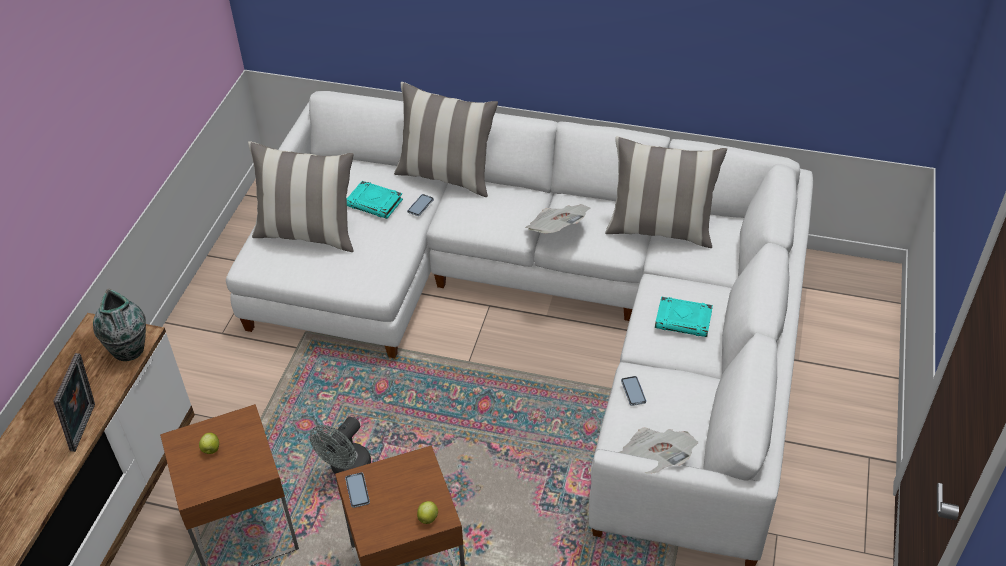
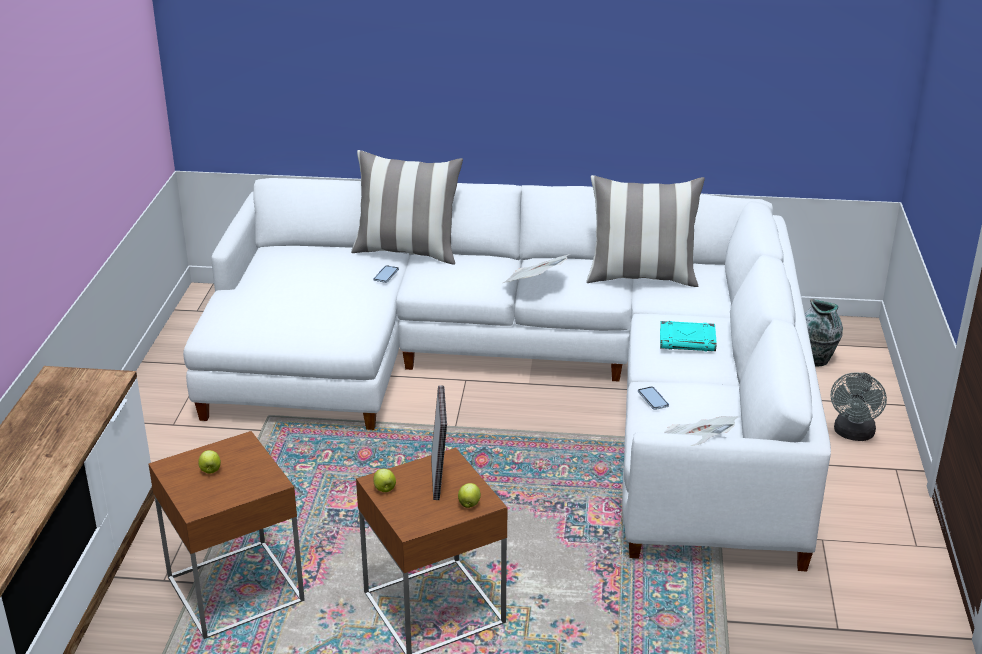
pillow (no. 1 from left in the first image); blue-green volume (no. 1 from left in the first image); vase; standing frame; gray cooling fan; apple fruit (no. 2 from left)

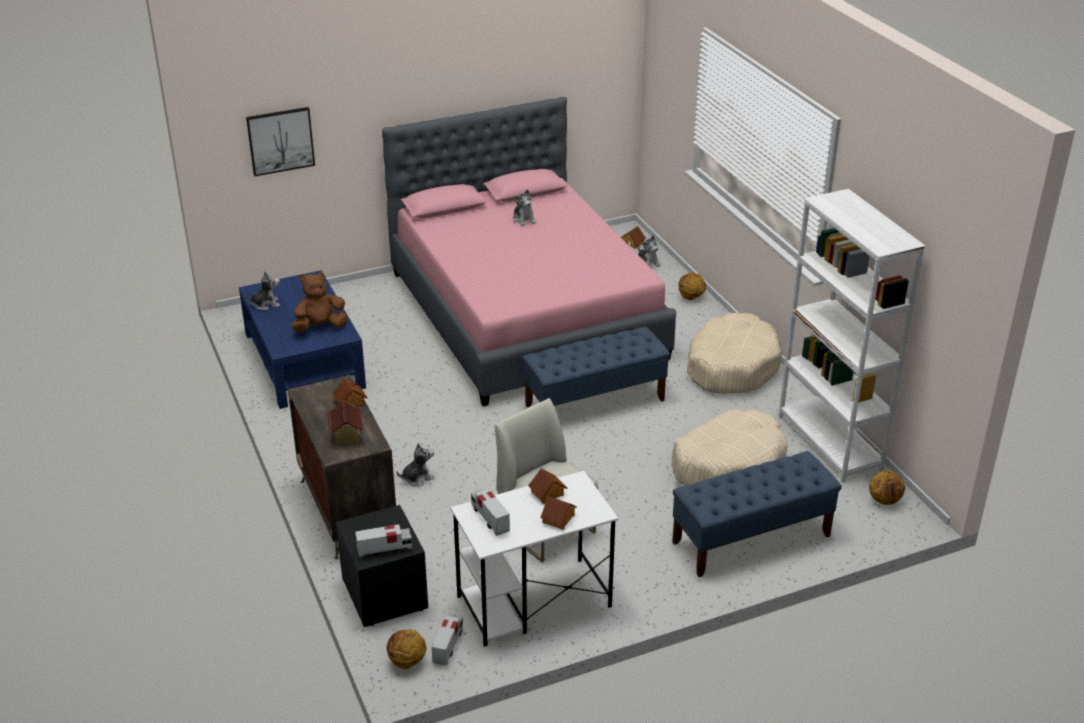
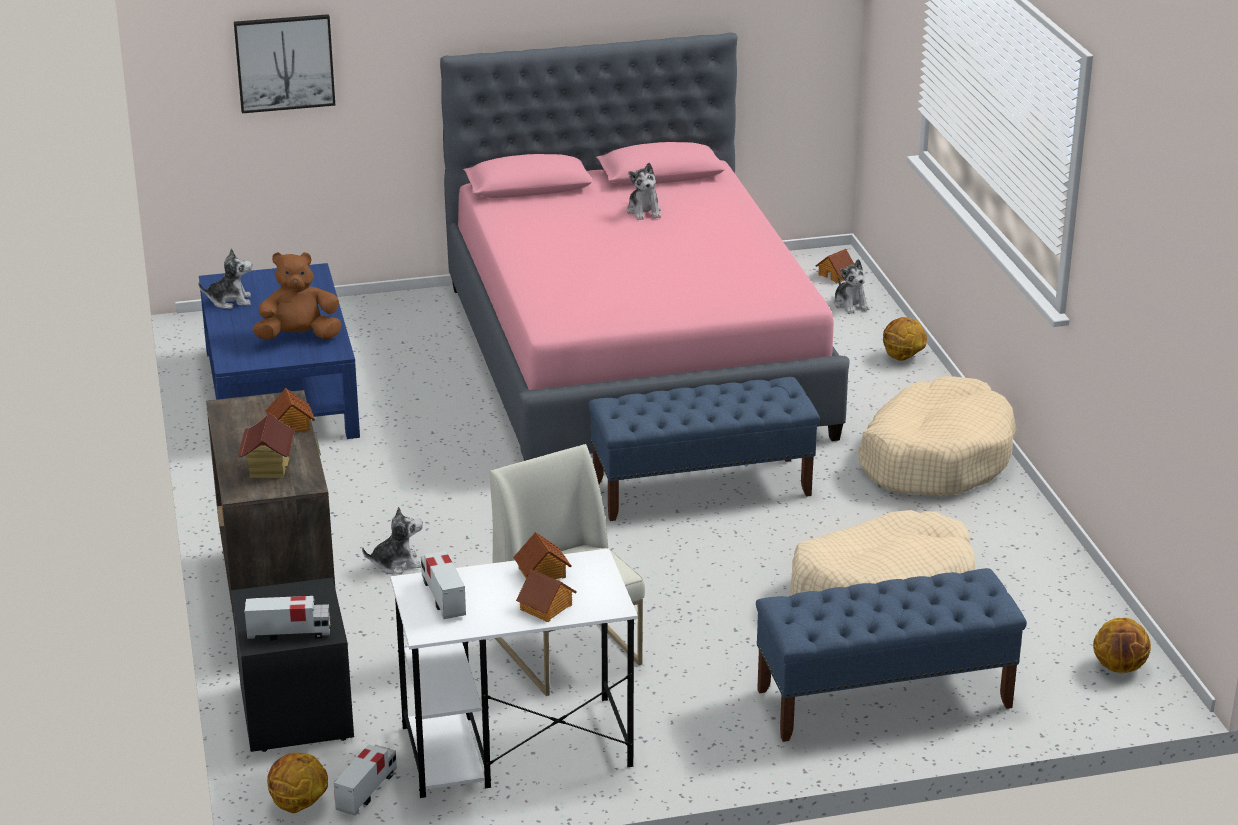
whitish bookcase

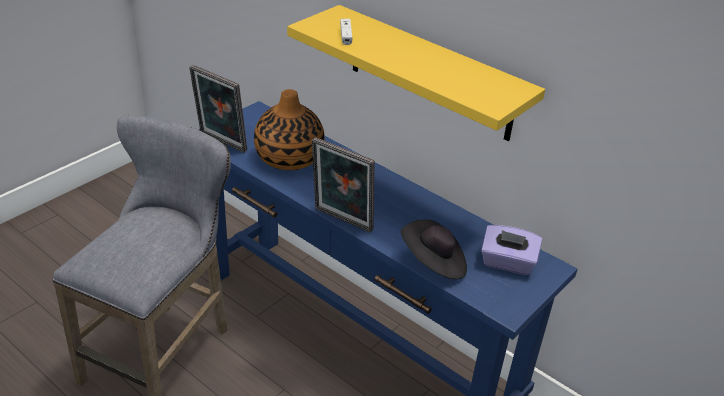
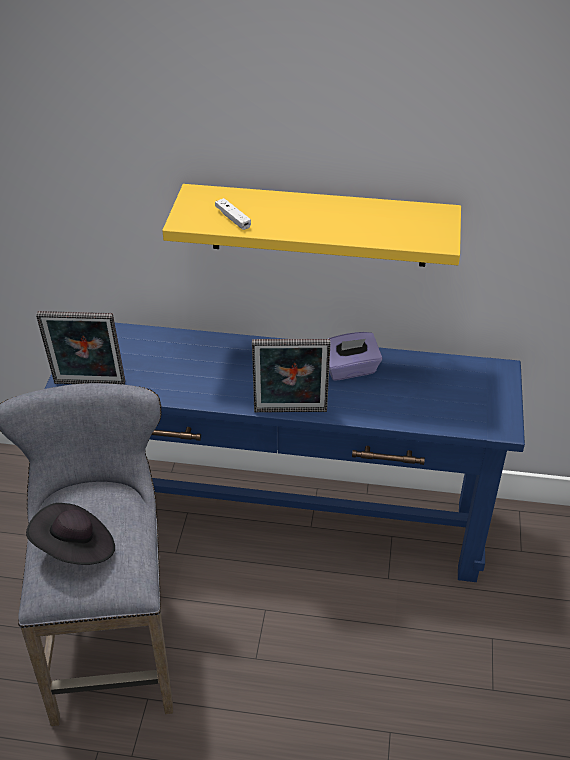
vase; black clothing hat; purple-coloured box of tissues

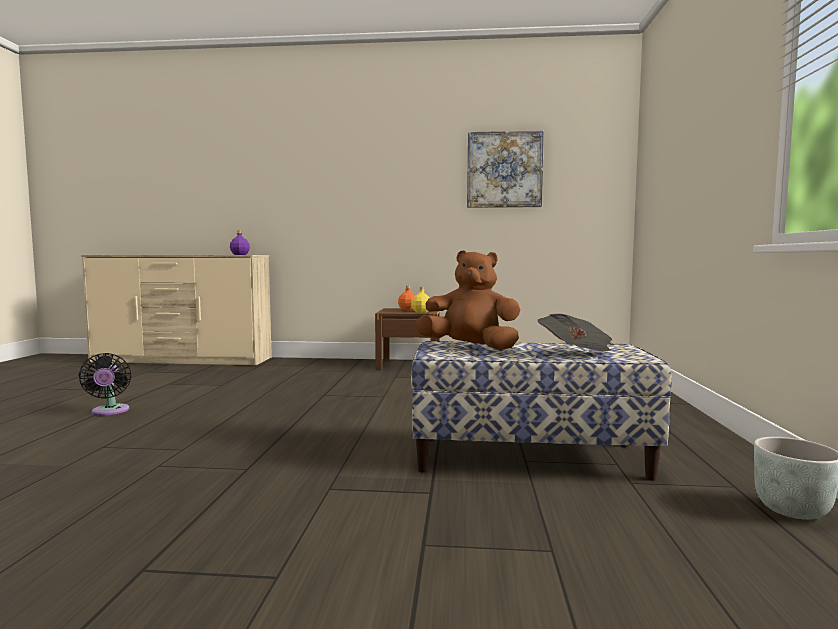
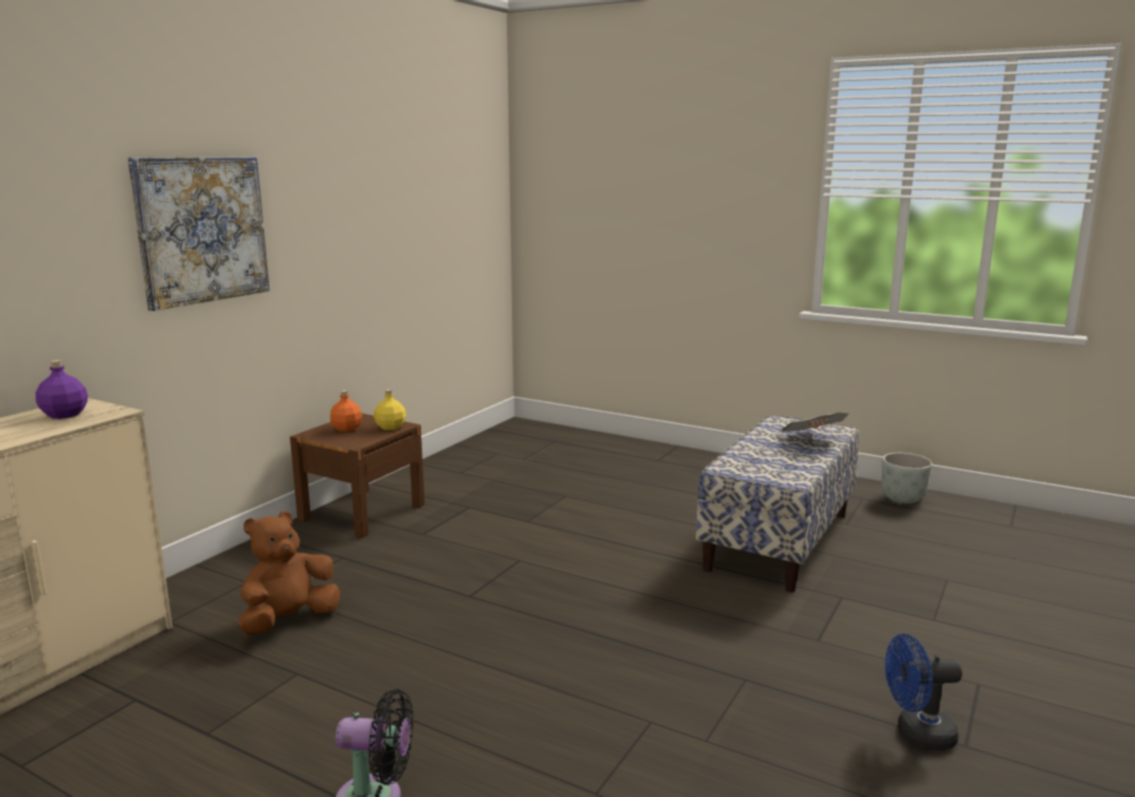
wall art; brown cuddly toy; blue-coloured cooling fan

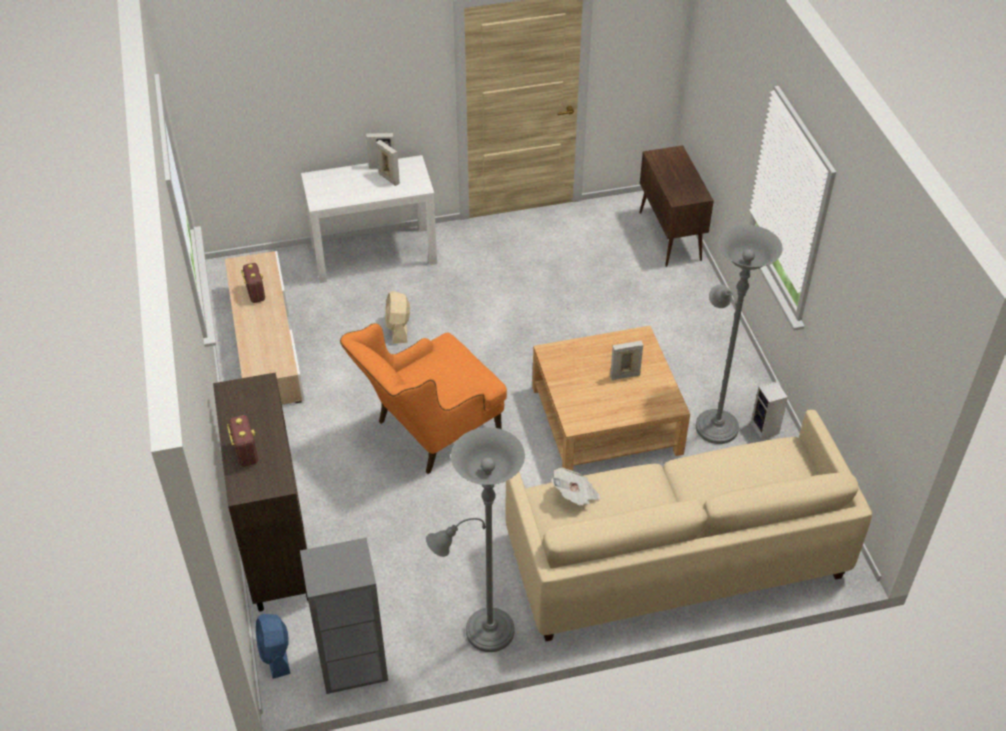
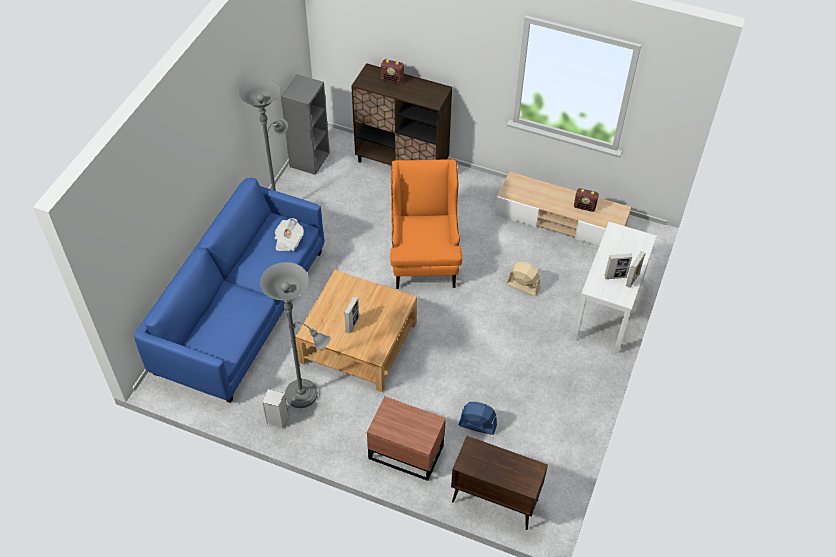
blue-coloured couch; blue-coloured cooling fan; brown night table

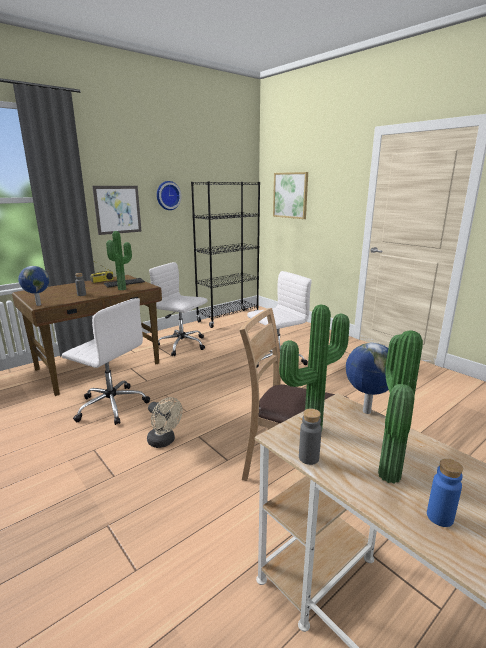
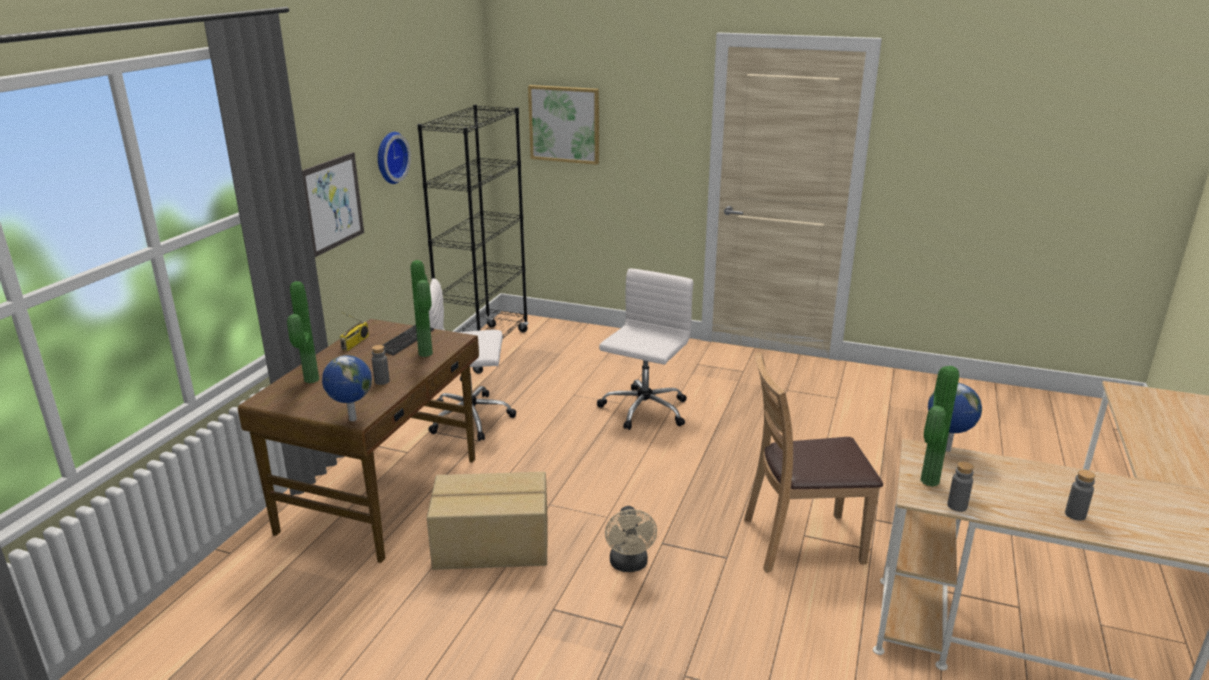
packing box; potted plant (no. 1 from left); beige-coloured cooling fan; gray drink bottle (no. 3 from left)

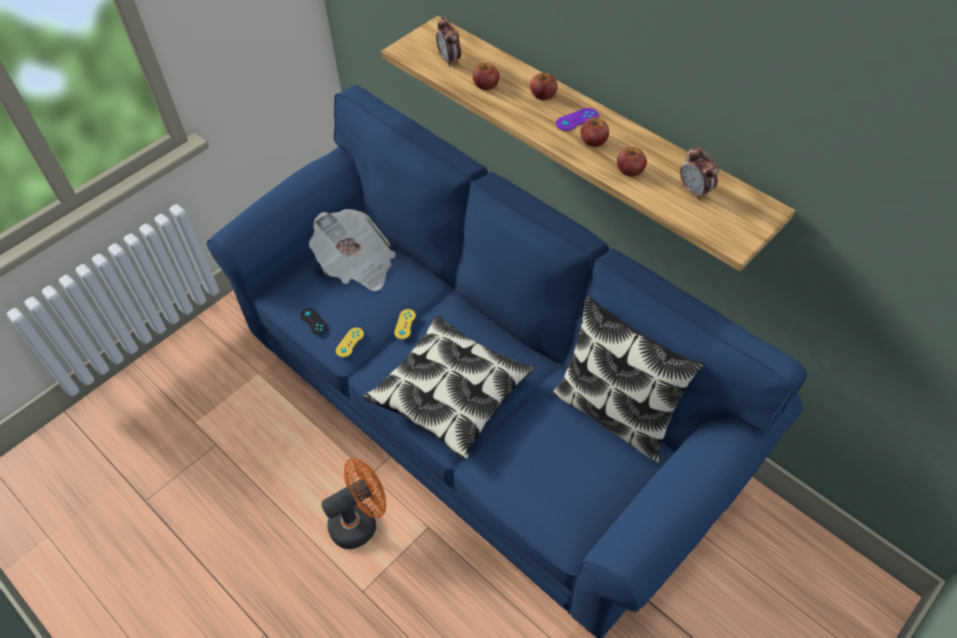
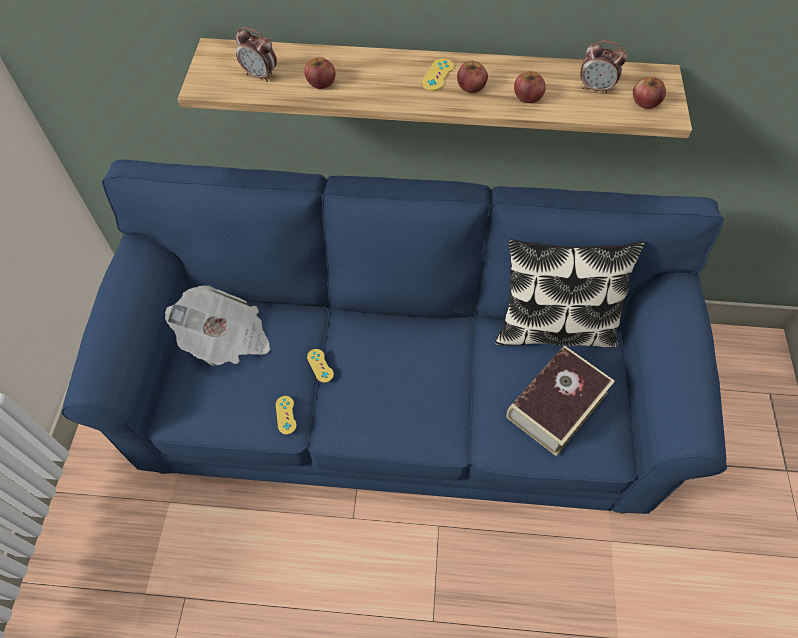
apple fruit (no. 4 from left); yellow-coloured joypad (no. 3 from left); black joypad; pillow (no. 1 from left in the first image); orange-coloured cooling fan; volume

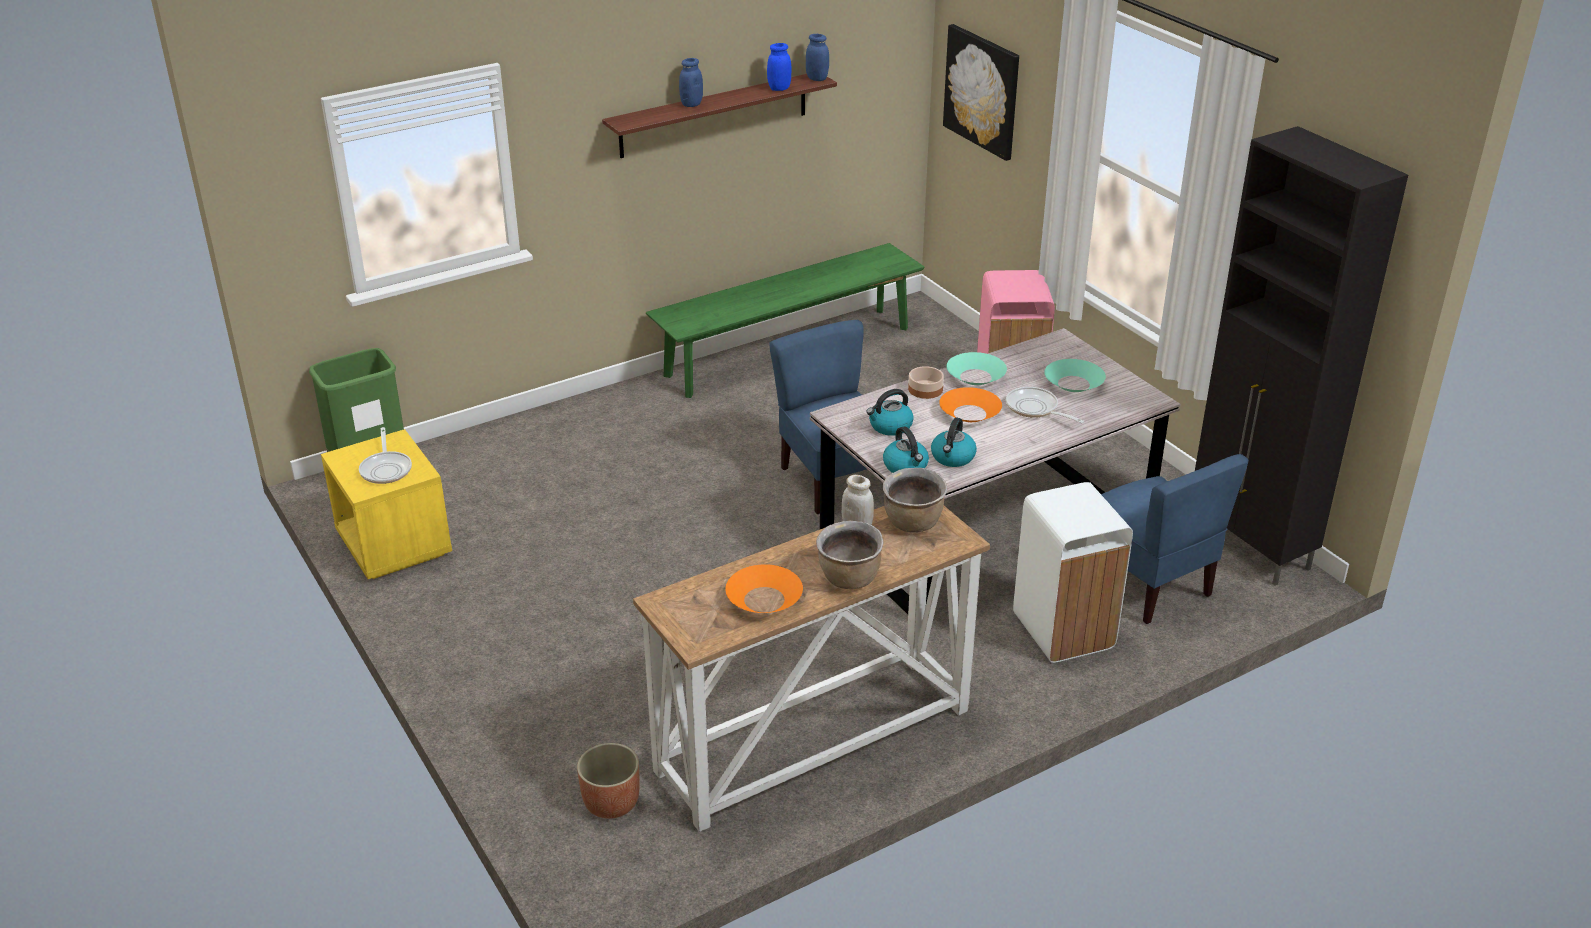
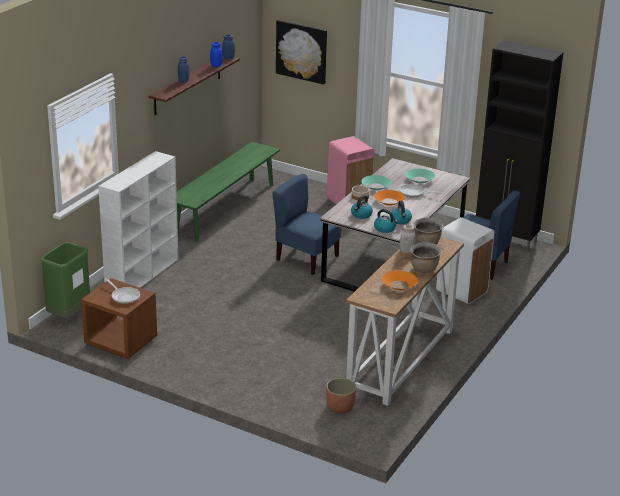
brown night table; whitish bookcase

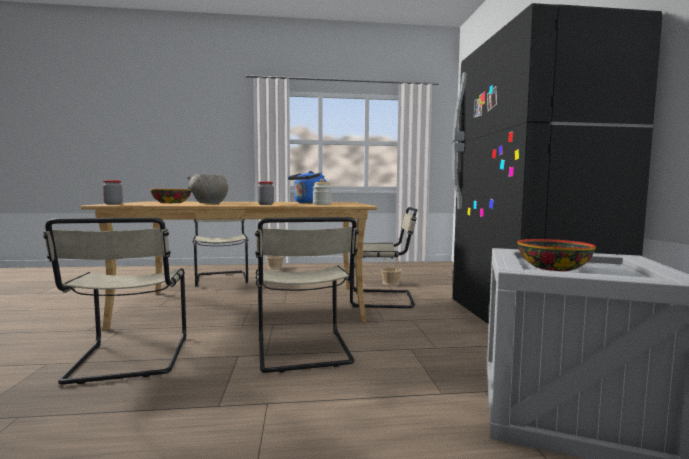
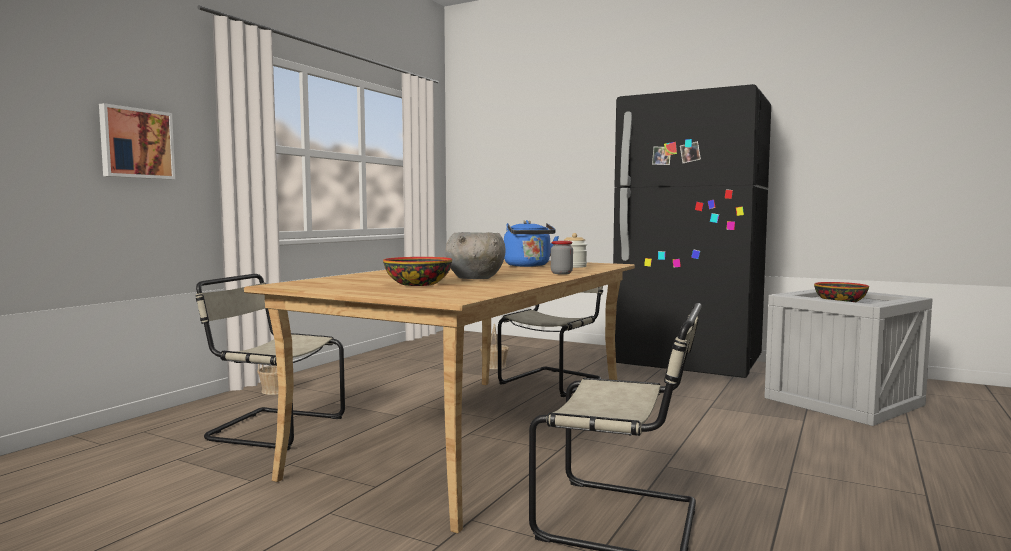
preserve jar (no. 1 from left in the first image); beige-coloured chair (no. 3 from left in the first image); wall art

